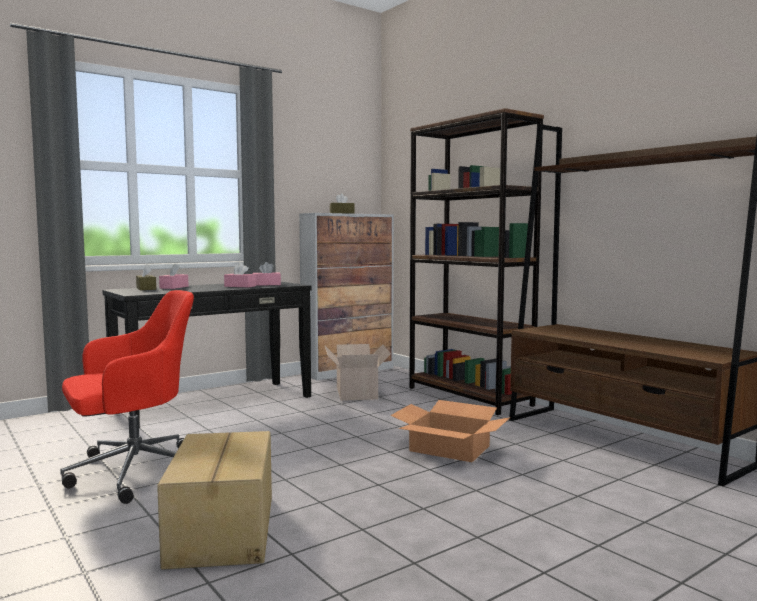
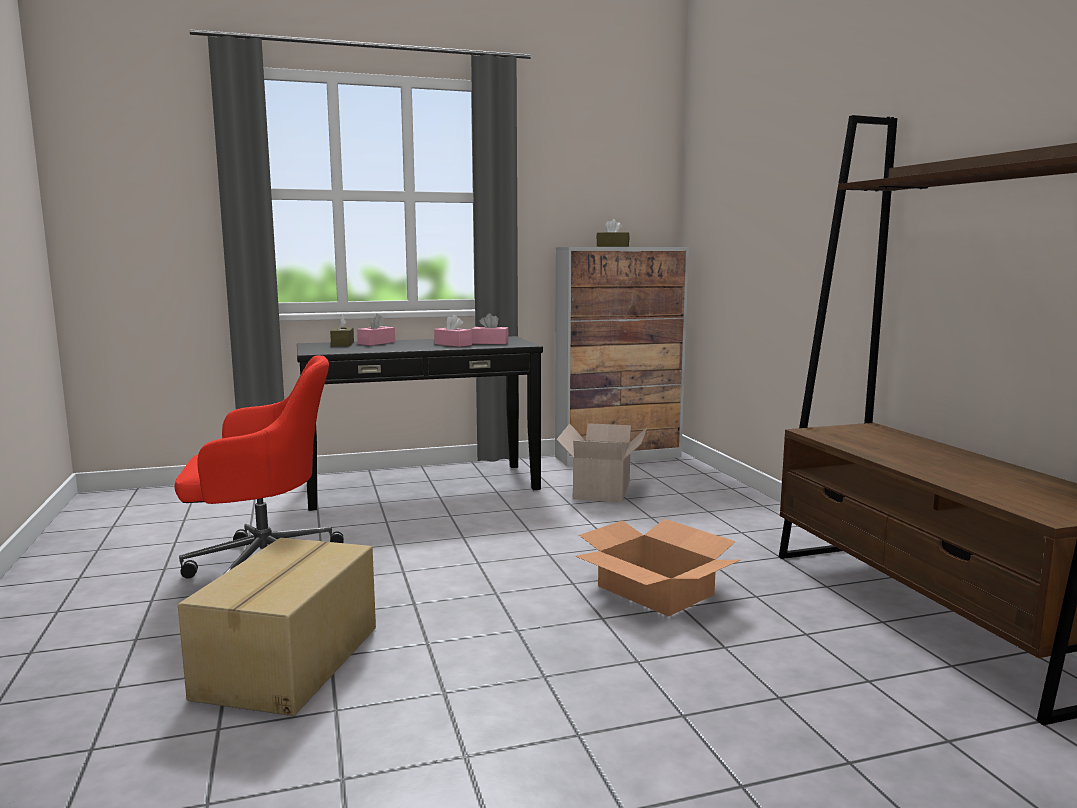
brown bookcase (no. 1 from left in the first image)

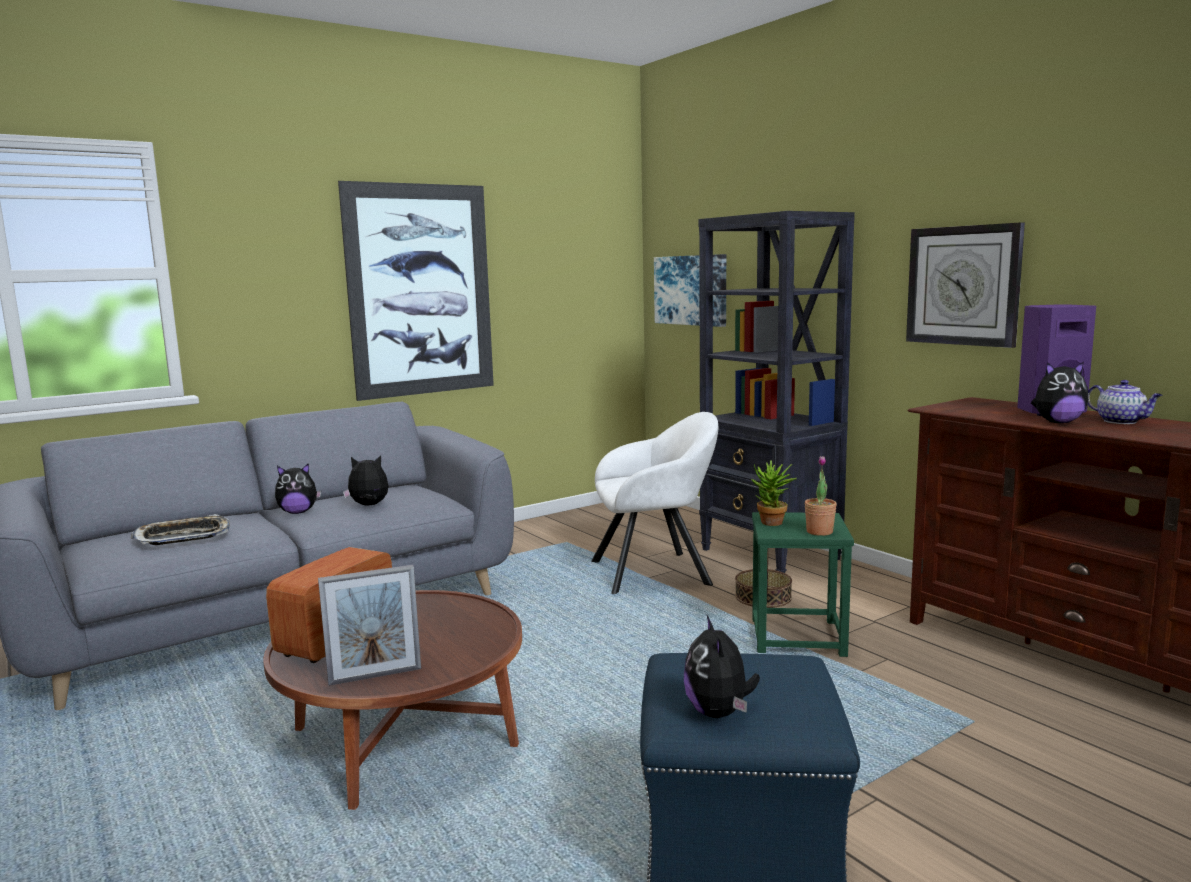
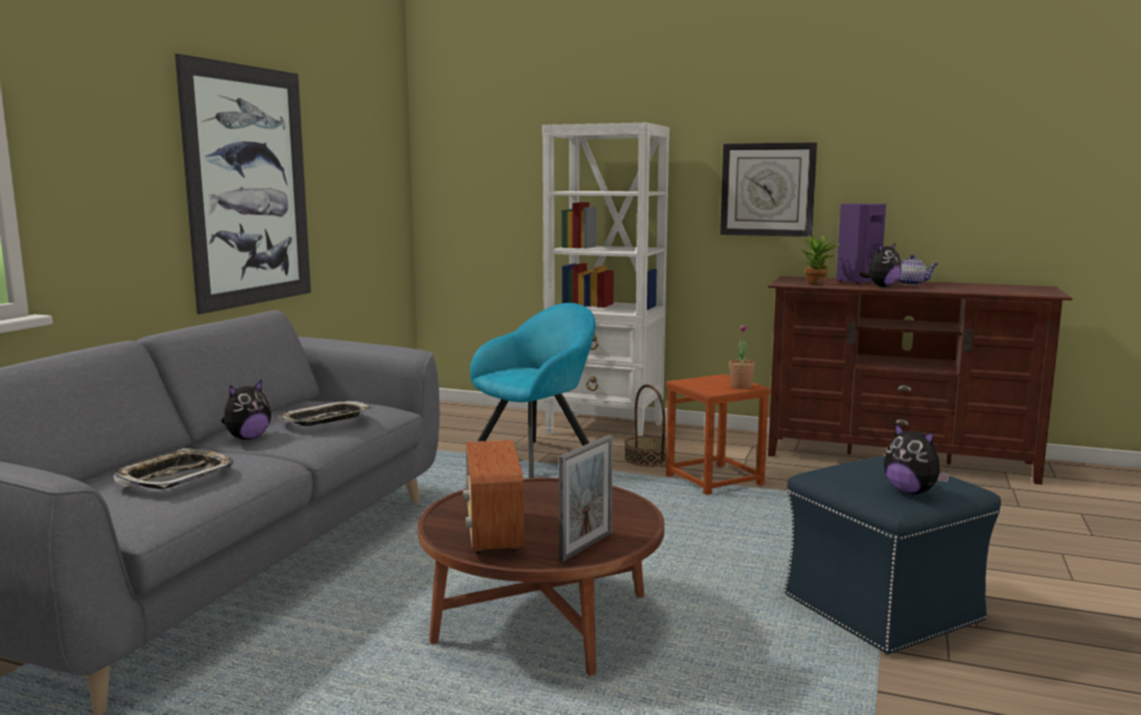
whitish bookcase; wall art (no. 2 from left in the first image); blue-green lounge chair; tray (no. 2 from left); potted plant (no. 2 from left); brown stool seat

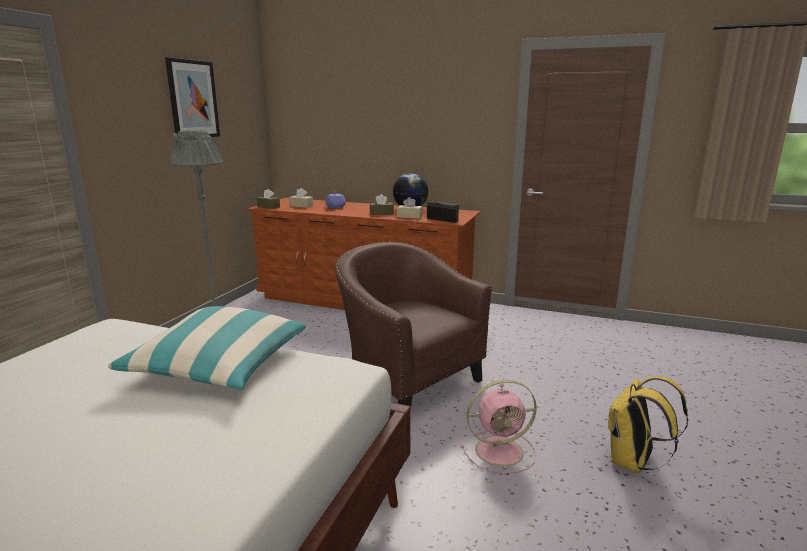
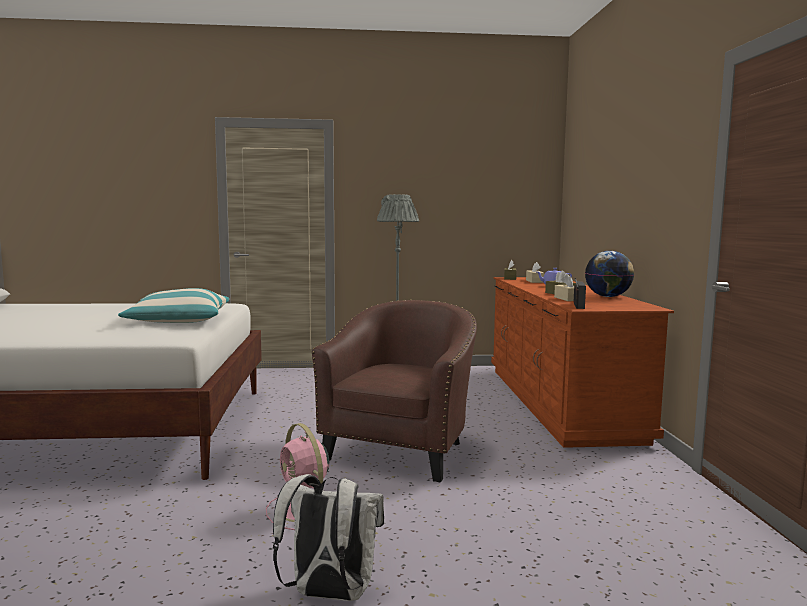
wall art; whitish backpack

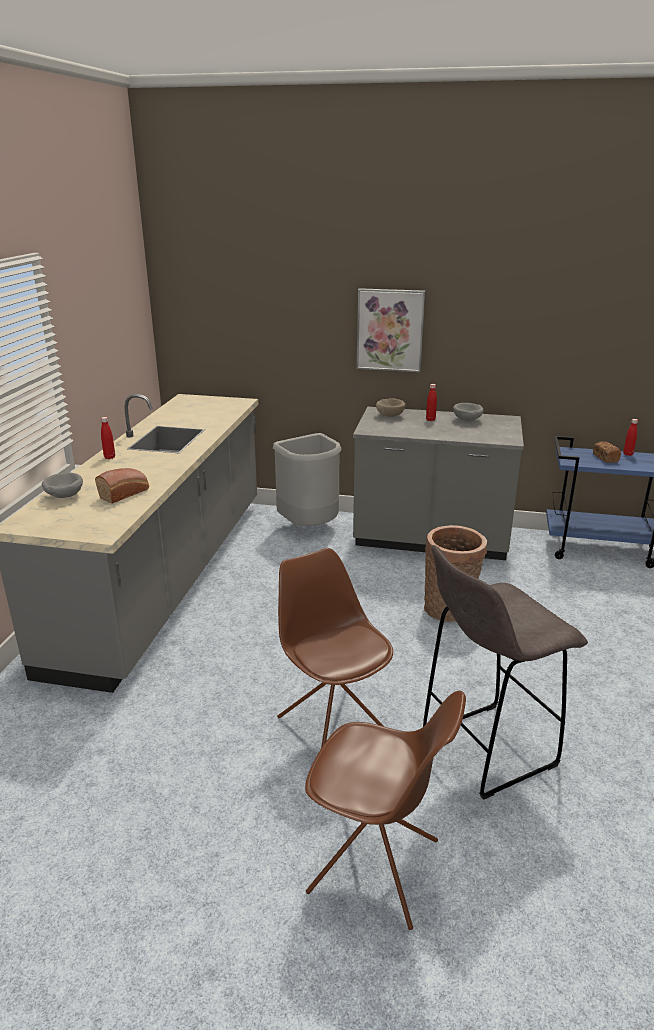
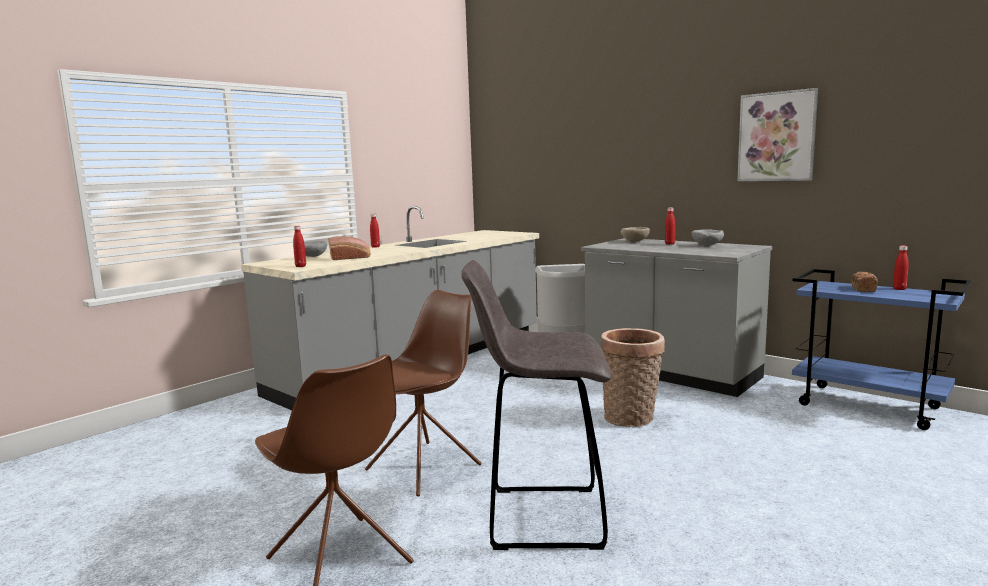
wall art; brown chair (no. 2 from left); reddish drink bottle (no. 1 from left)

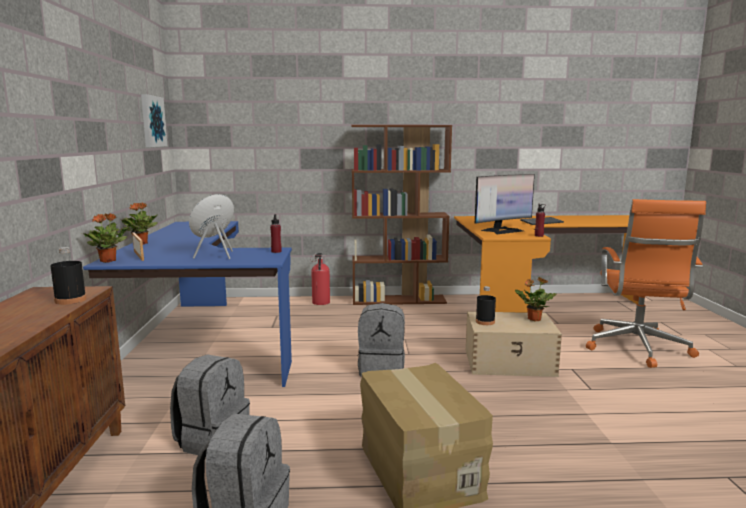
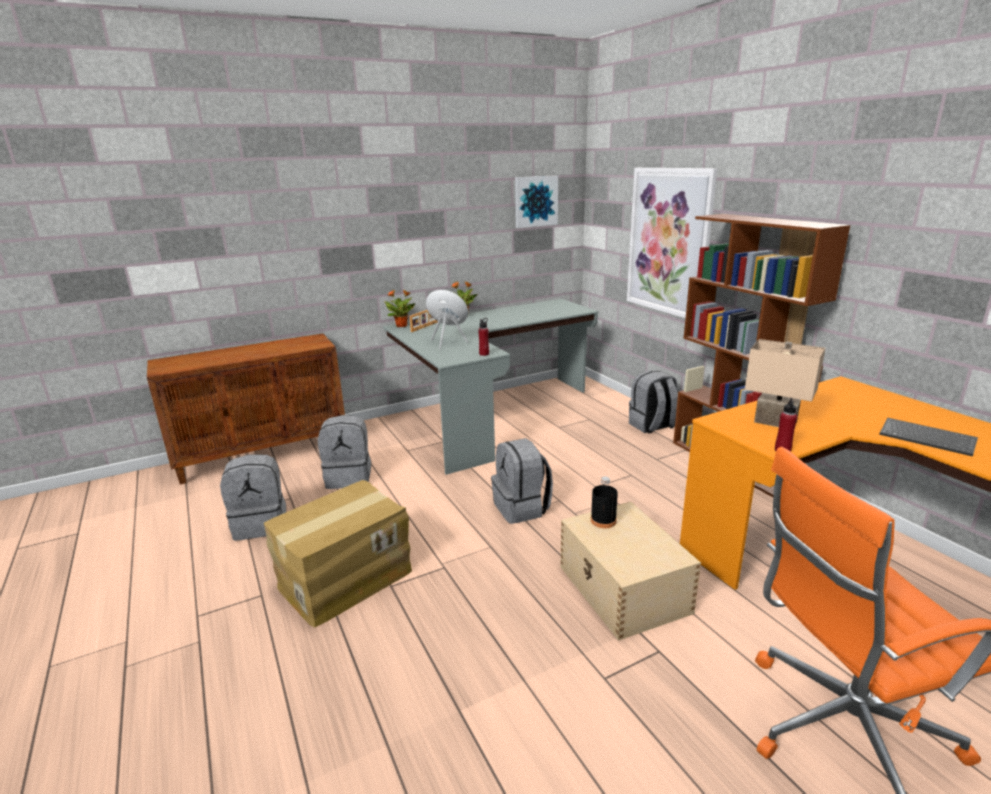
beige-coloured lamp for a table; gray desk table; black drink bottle (no. 1 from left in the first image); gray backpack (no. 4 from left); potted plant (no. 3 from left in the first image); wall art (no. 2 from left)

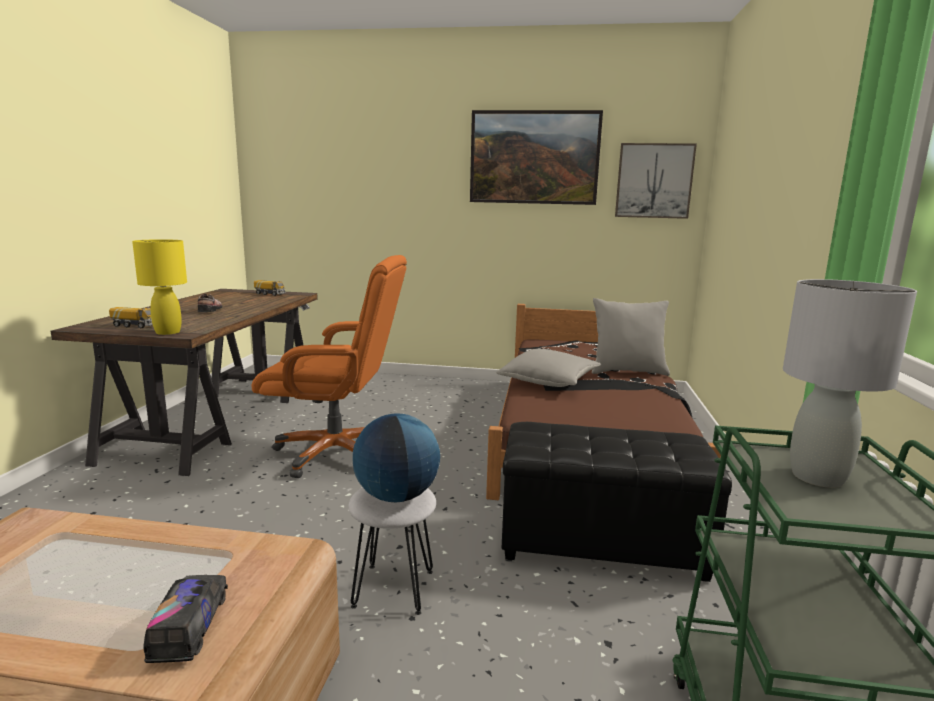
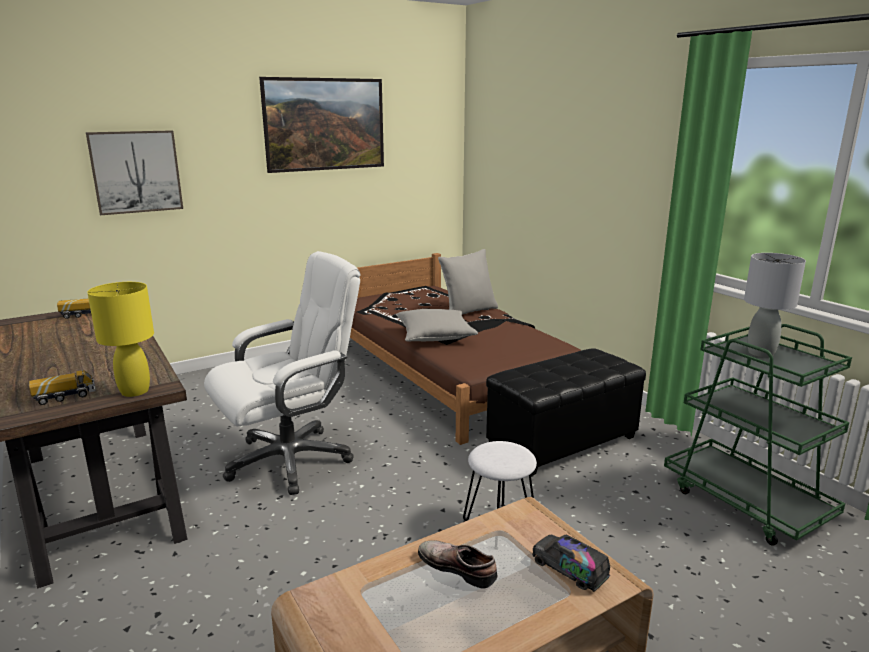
wall art (no. 1 from left); whitish desk chair; shoe; world globe

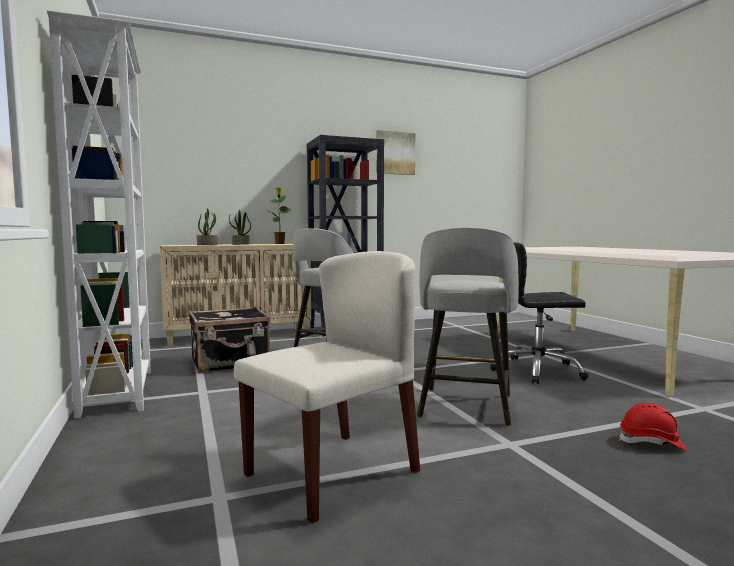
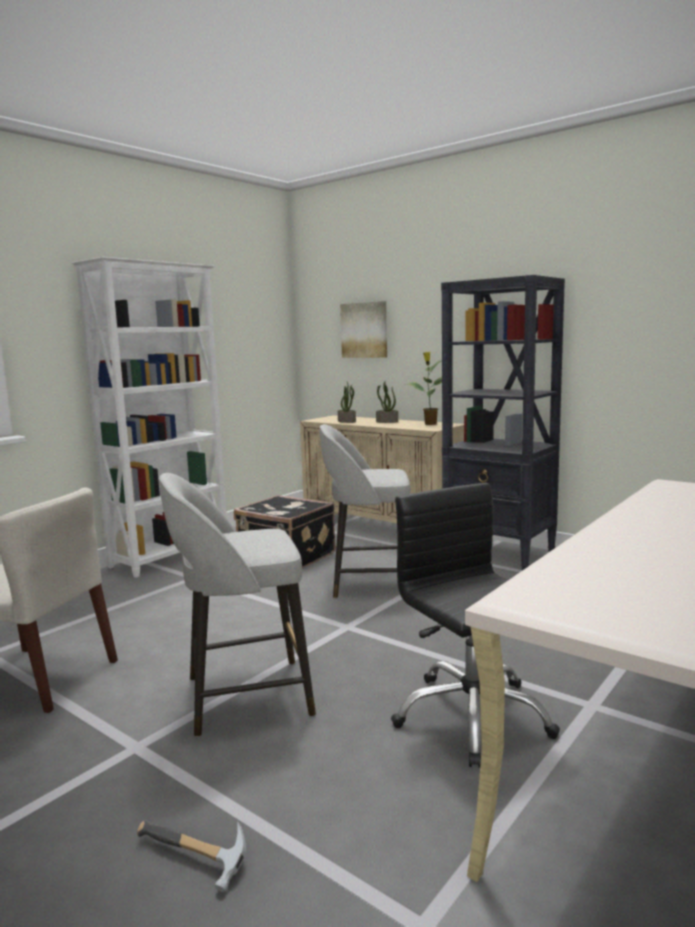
wall art; hammer

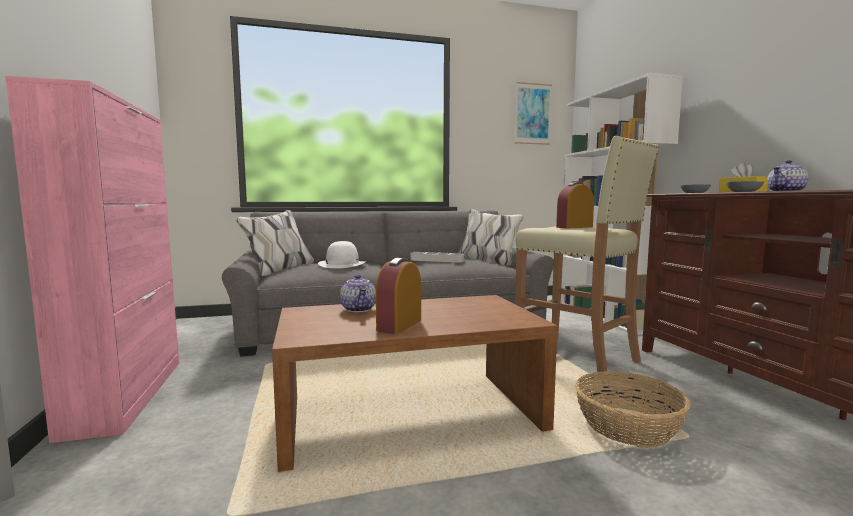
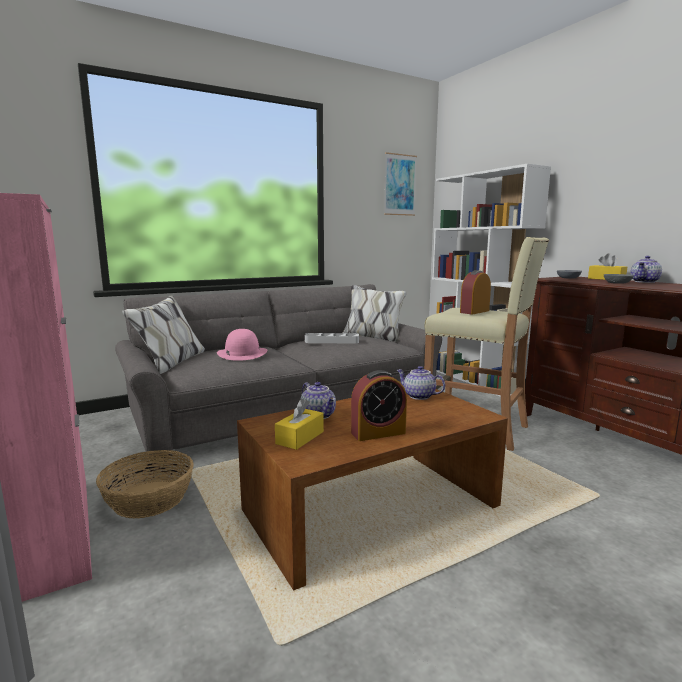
pinkish clothing hat; table clock (no. 1 from left); basket; teapot (no. 2 from left); yellow-coloured box of tissues (no. 1 from left)

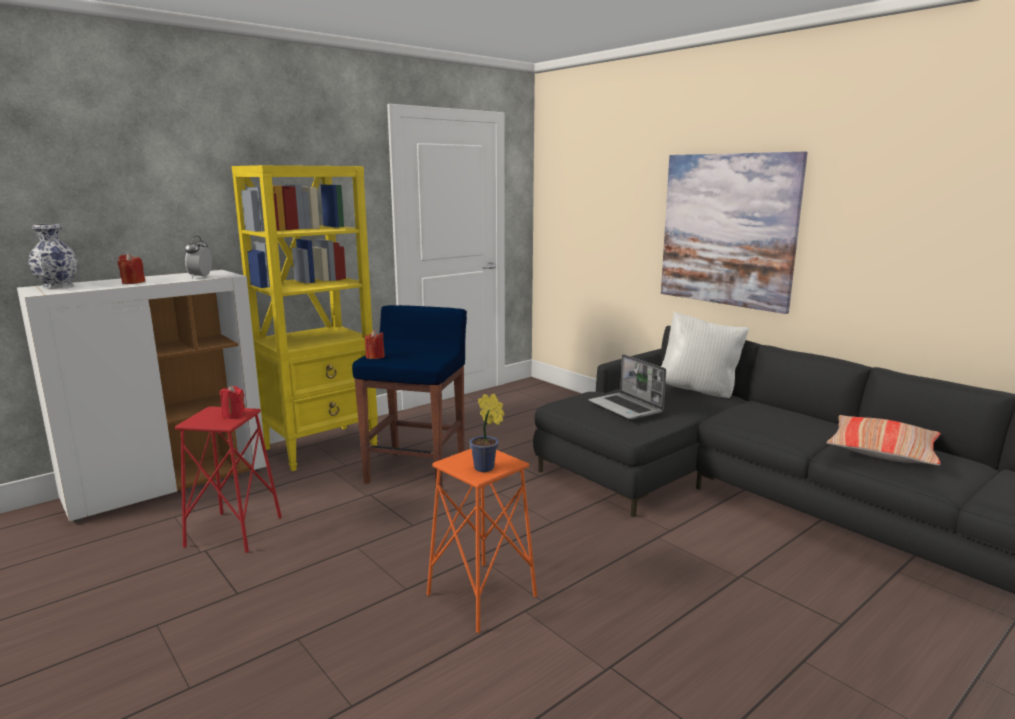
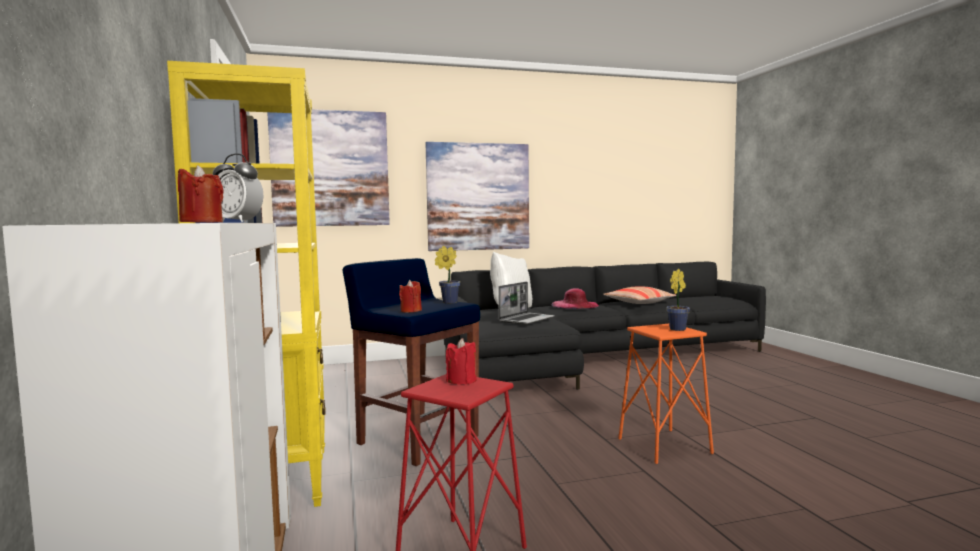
vase; laptop; wall art (no. 1 from left); potted plant (no. 1 from left); pinkish clothing hat

